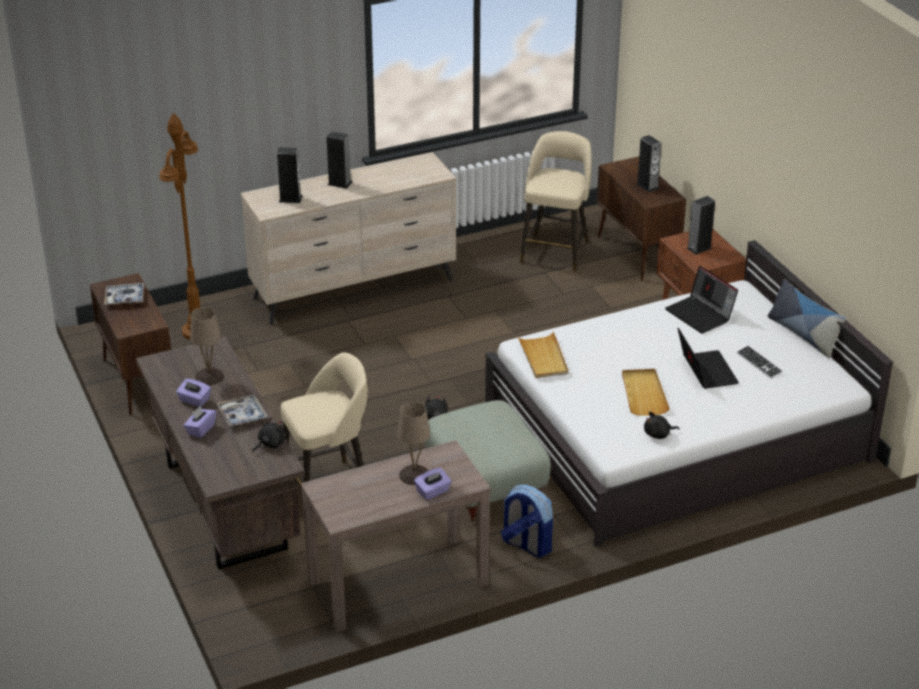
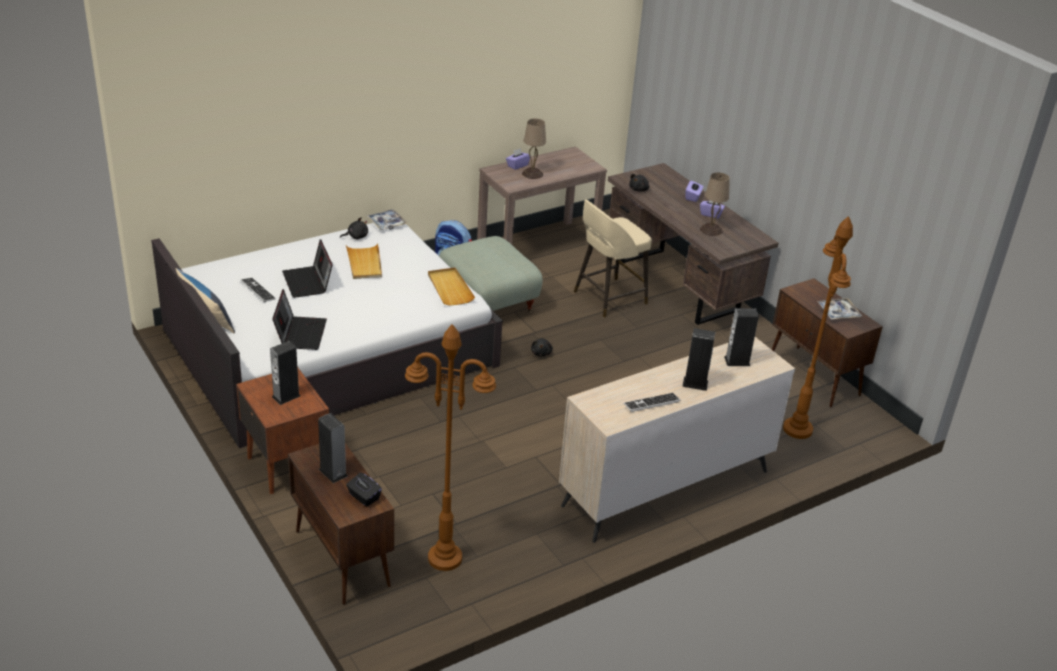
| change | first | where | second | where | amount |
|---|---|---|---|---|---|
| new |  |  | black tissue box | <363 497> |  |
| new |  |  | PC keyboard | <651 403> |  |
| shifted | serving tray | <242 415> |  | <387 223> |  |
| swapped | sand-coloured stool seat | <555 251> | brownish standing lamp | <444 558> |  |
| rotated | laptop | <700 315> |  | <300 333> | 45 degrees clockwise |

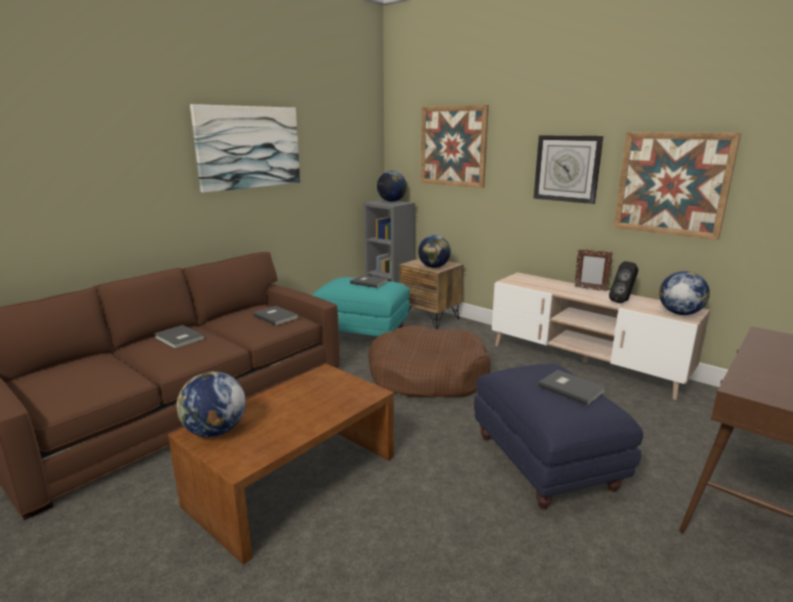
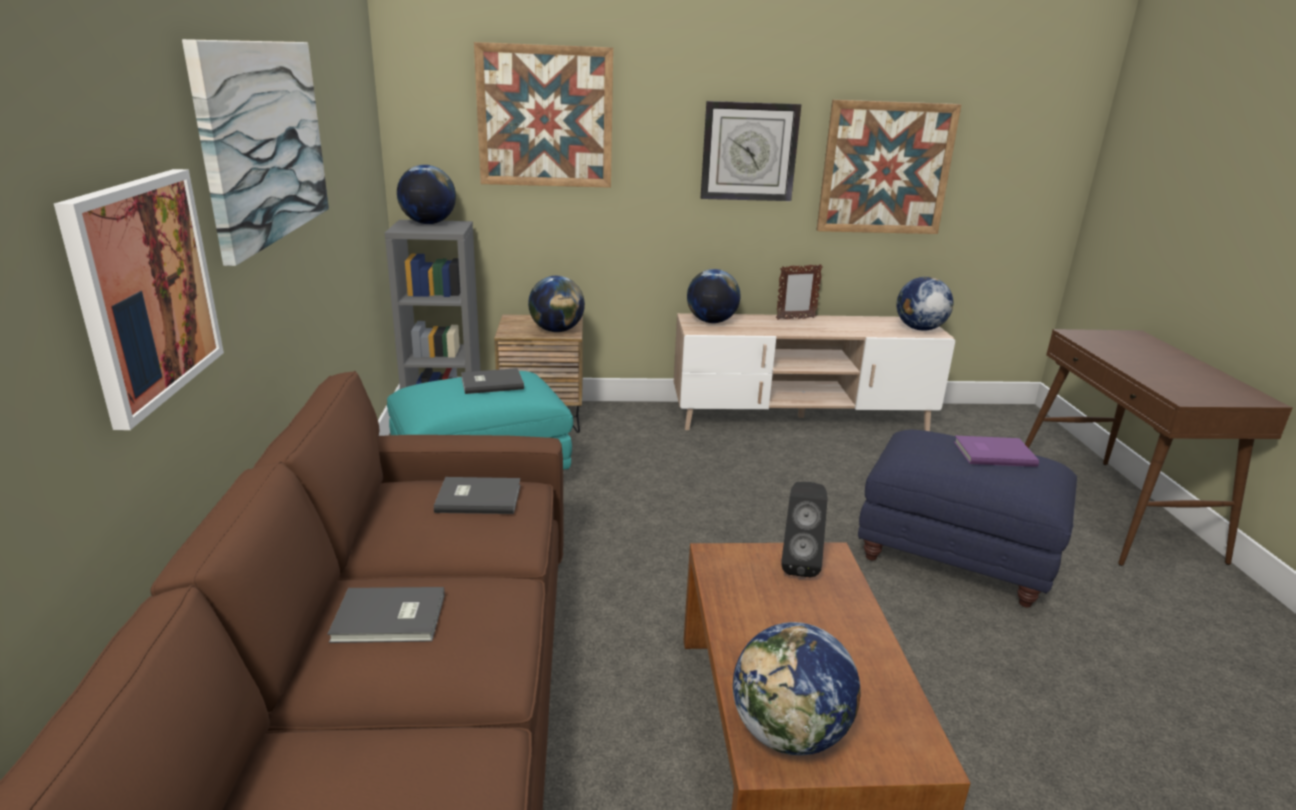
| change | first | where | second | where | amount |
|---|---|---|---|---|---|
| gone | brownish dog cushion | <428 376> |  |  |  |
| new |  |  | picture | <145 291> |  |
| new |  |  | world globe | <711 321> |  |
| shifted | black speaker | <623 301> |  | <799 564> |  |
| repainted | grey bound book | <571 388> | purple bound book | <992 453> |  |

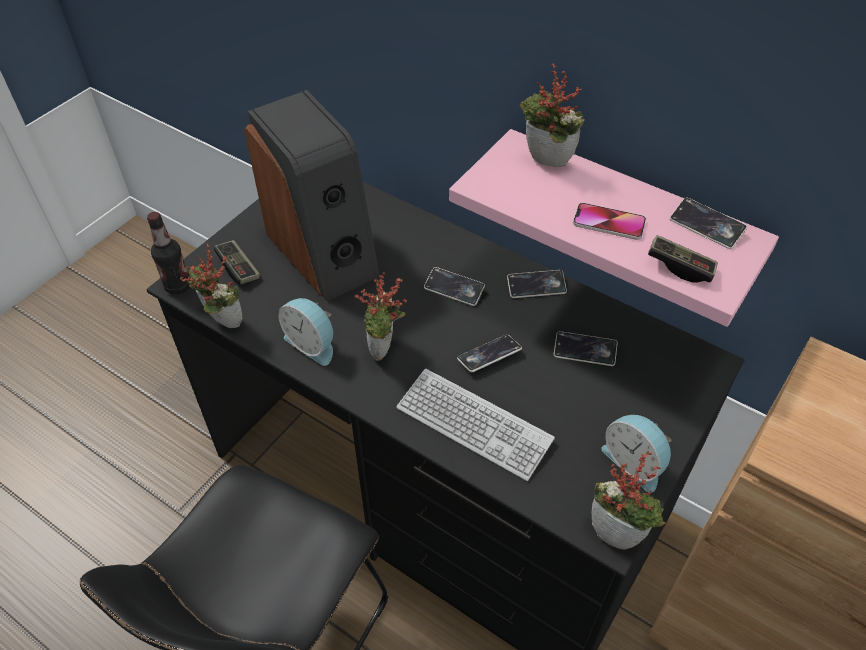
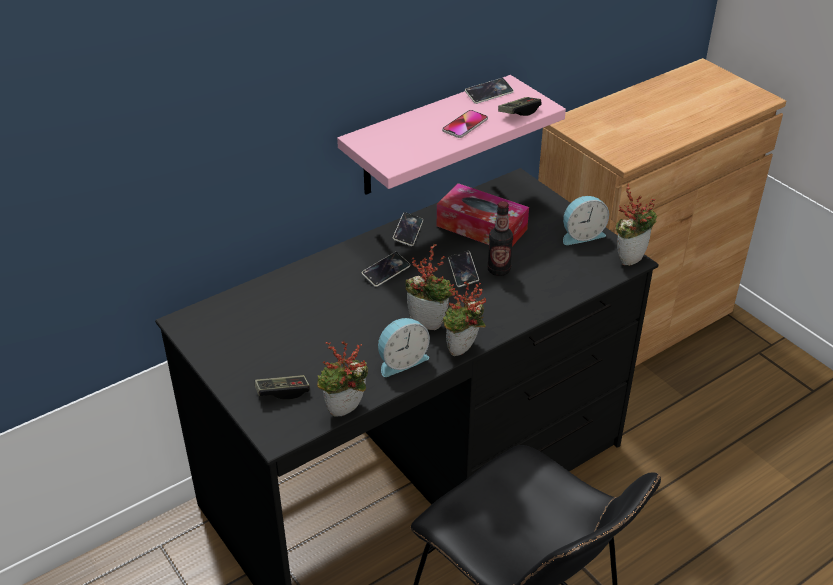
| change | first | where | second | where | amount |
|---|---|---|---|---|---|
| gone | speaker | <324 252> |  |  |  |
| gone | PC keyboard | <473 424> |  |  |  |
| shifted | drink bottle | <178 286> |  | <498 270> |  |
| shifted | plant in a pot | <545 164> |  | <463 352> |  |
| swapped | phone | <584 351> | tissue box | <481 228> |  |

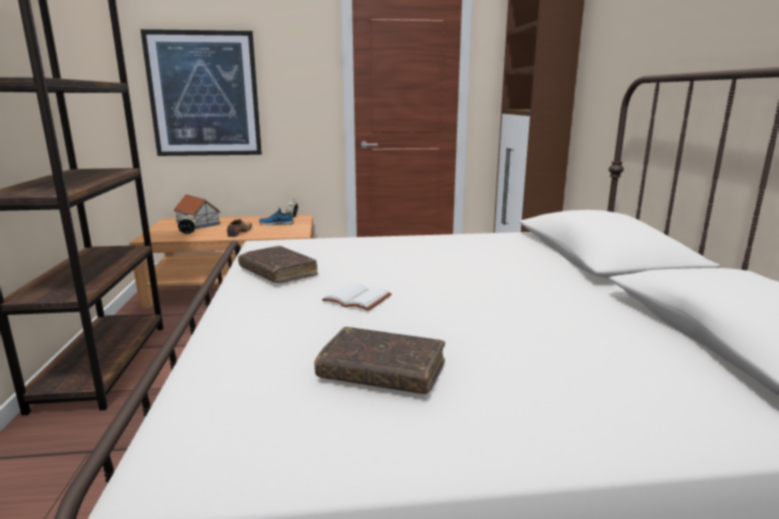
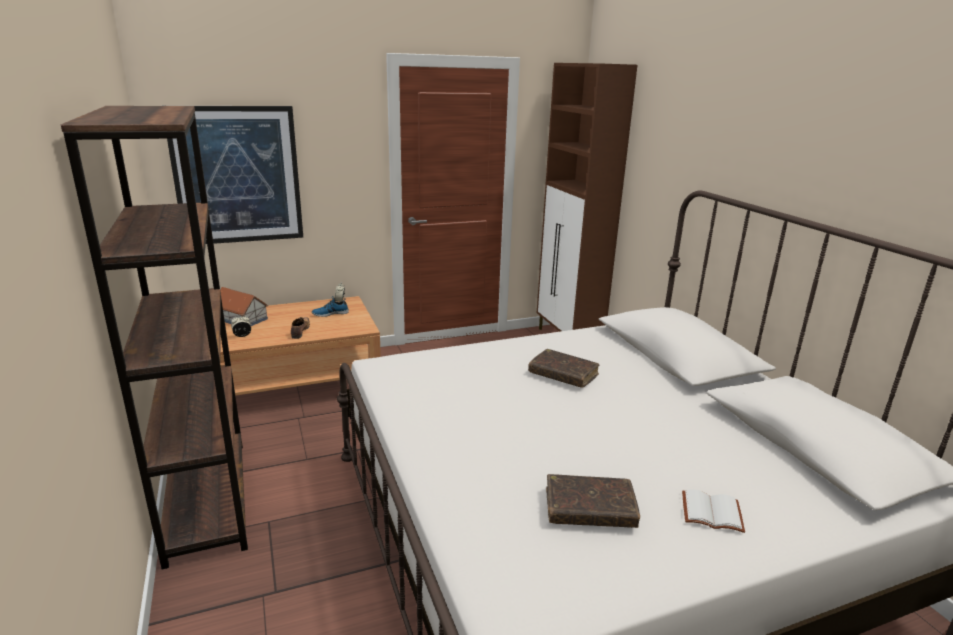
| change | first | where | second | where | amount |
|---|---|---|---|---|---|
| shifted | brownish bound book | <278 272> |  | <563 375> |  |
| shifted | whitish bound book | <359 299> |  | <712 511> |  |

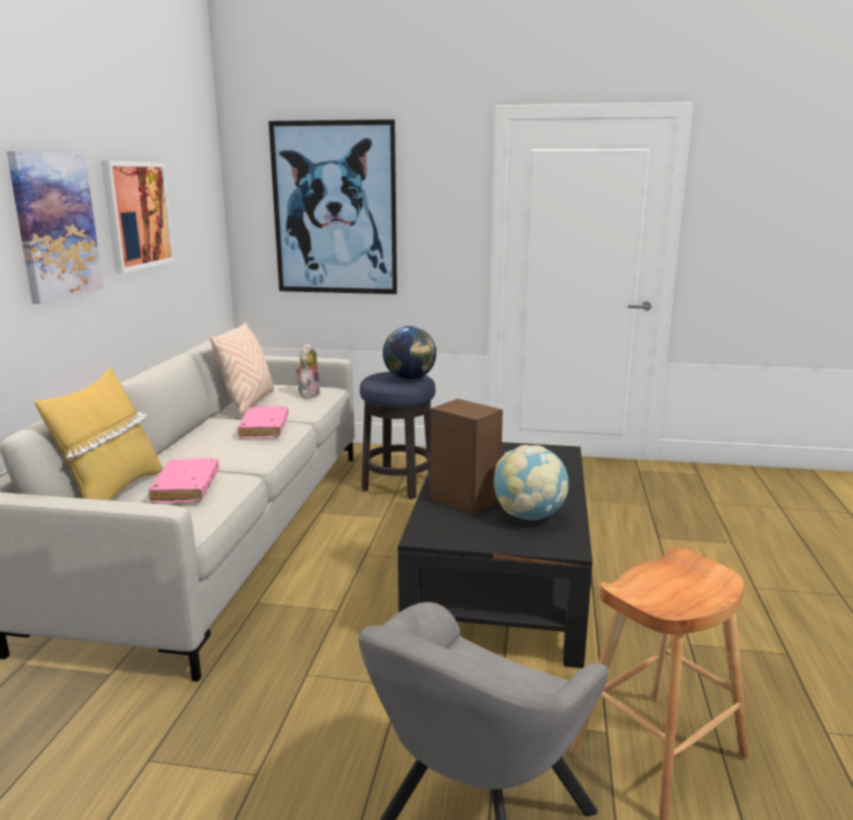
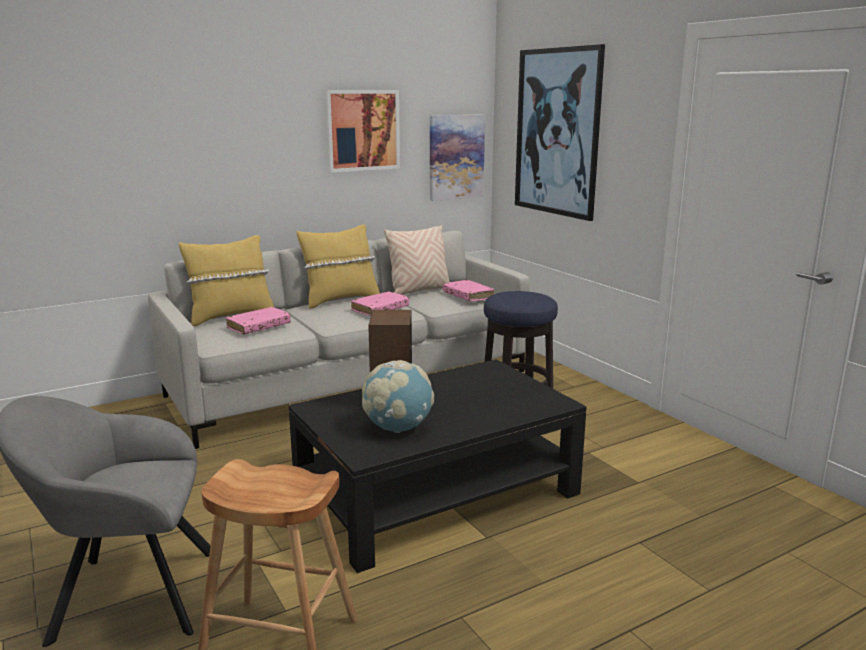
| change | first | where | second | where | amount |
|---|---|---|---|---|---|
| gone | world globe | <409 379> |  |  |  |
| new |  |  | yellowish cushion | <340 300> |  |
| shifted | picture | <55 226> |  | <456 157> |  |
| swapped | plush toy | <308 394> | pink-coloured bound book | <468 296> |  |

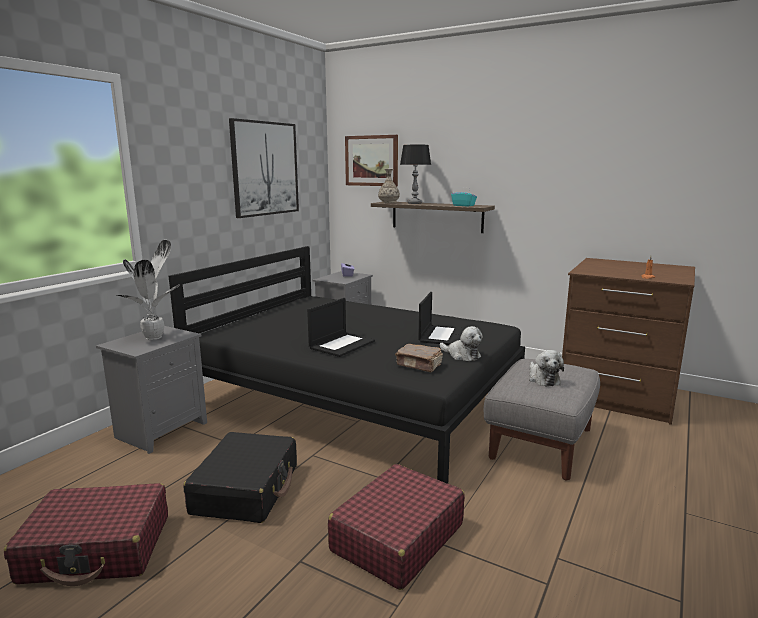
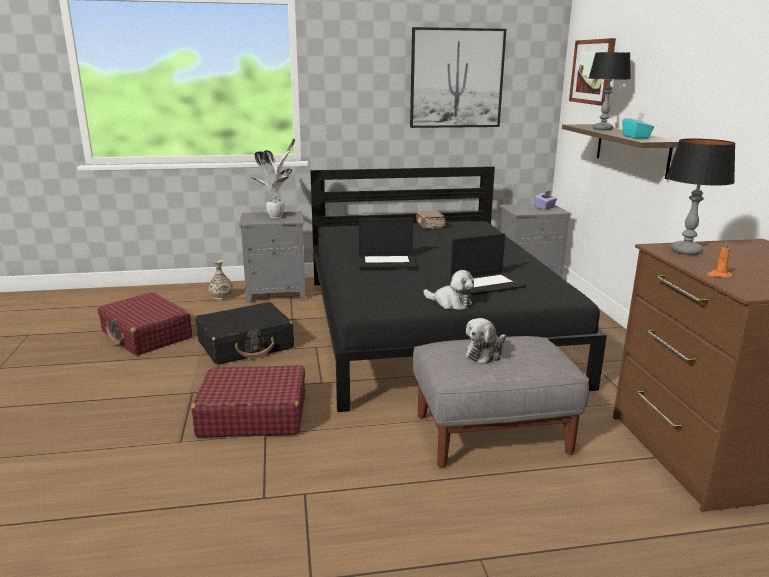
| change | first | where | second | where | amount |
|---|---|---|---|---|---|
| new |  |  | tabletop lamp | <686 251> |  |
| shifted | vase | <389 202> |  | <221 296> |  |
| shifted | brownish bound book | <419 365> |  | <430 225> |  |
| rotated | plush toy | <462 355> |  | <450 303> | 60 degrees counterclockwise |

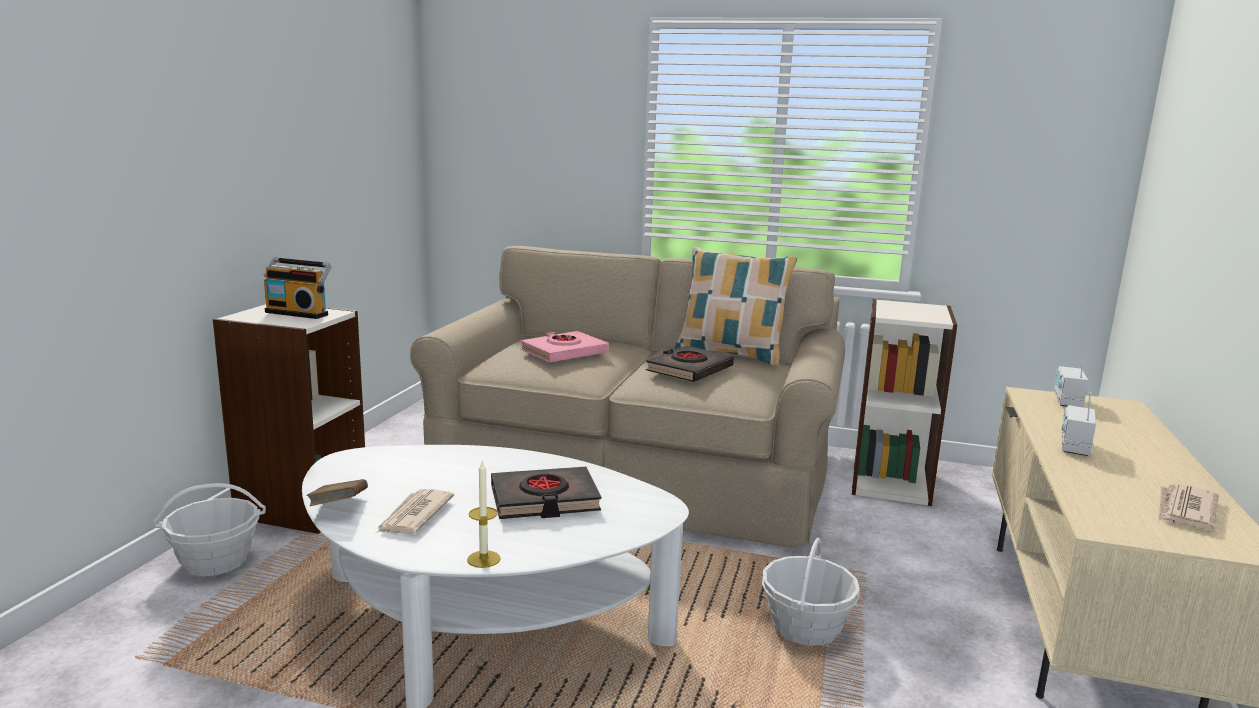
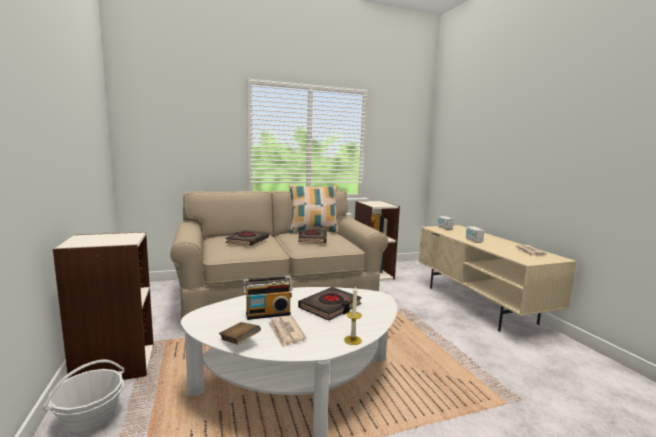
| change | first | where | second | where | amount |
|---|---|---|---|---|---|
| gone | household basket | <805 628> |  |  |  |
| shifted | radio set | <299 313> |  | <268 313> |  |
| repainted | pink-coloured bound book | <564 352> | black bound book | <247 241> |  |

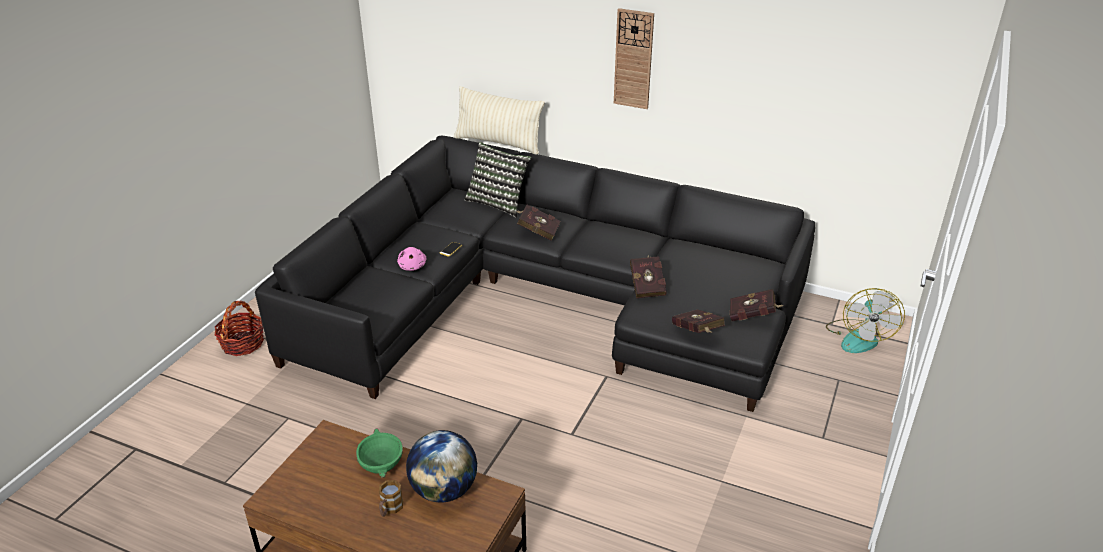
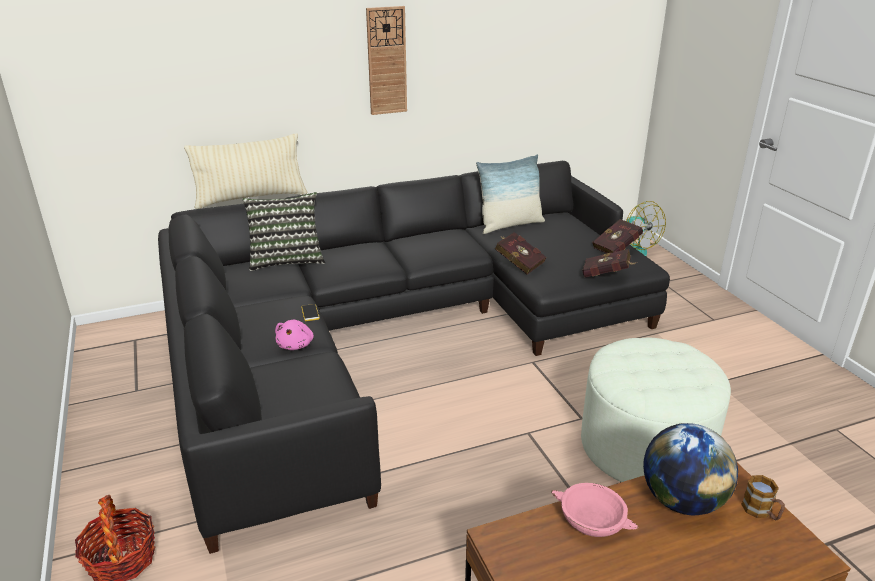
| change | first | where | second | where | amount |
|---|---|---|---|---|---|
| gone | reddish bound book | <537 231> |  |  |  |
| new |  |  | cushion | <510 225> |  |
| new |  |  | whitish footrest | <645 447> |  |
| shifted | coffee mug | <390 509> |  | <761 512> |  |
| repainted | green-coloured bowl | <381 462> | pink-coloured bowl | <592 521> |  |
| rotated | pink-coloured plush toy | <412 266> |  | <296 345> | 60 degrees clockwise |

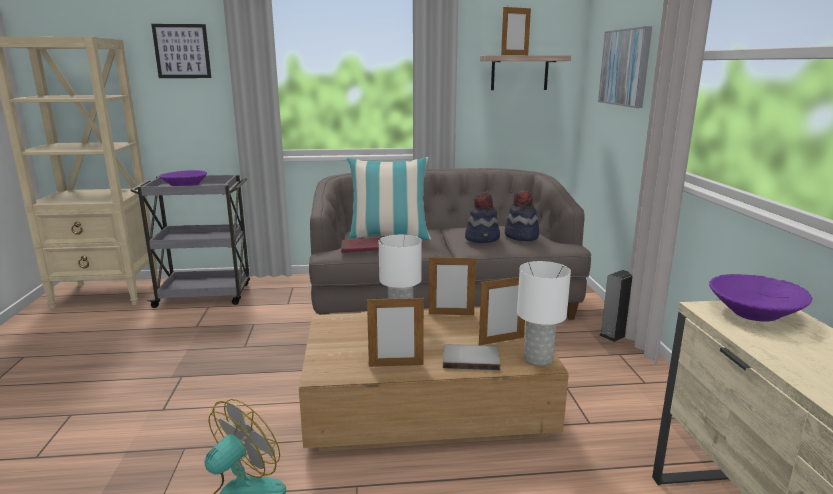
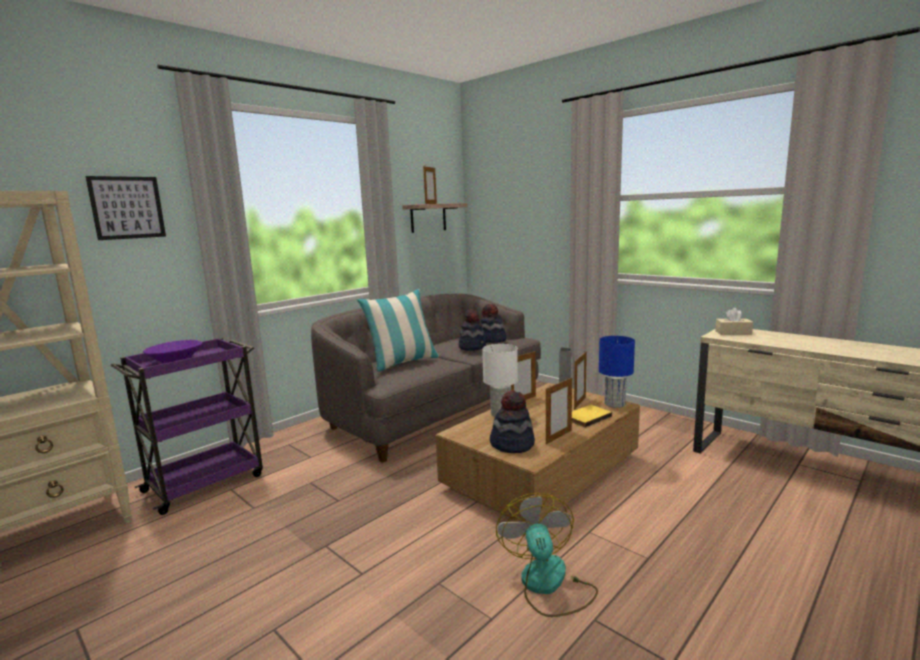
| change | first | where | second | where | amount |
|---|---|---|---|---|---|
| gone | reddish bound book | <362 248> |  |  |  |
| gone | picture | <625 67> |  |  |  |
| new |  |  | clothing hat | <512 444> |  |
| swapped | purple bowl | <754 314> | sand-coloured tissue box | <733 333> |  |
| repainted | grey wheeled cart | <205 295> | purple wheeled cart | <206 482> |  |
| repainted | grey bound book | <470 359> | yellowish bound book | <586 417> |  |
| repainted | whitish tabletop lamp | <539 359> | blue-coloured tabletop lamp | <615 404> |  |

